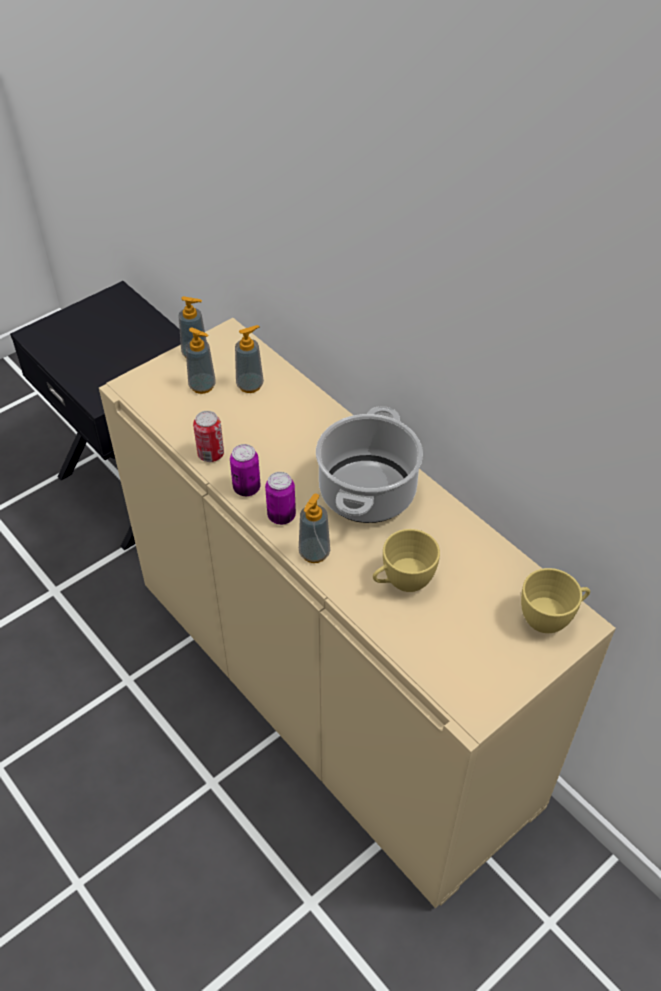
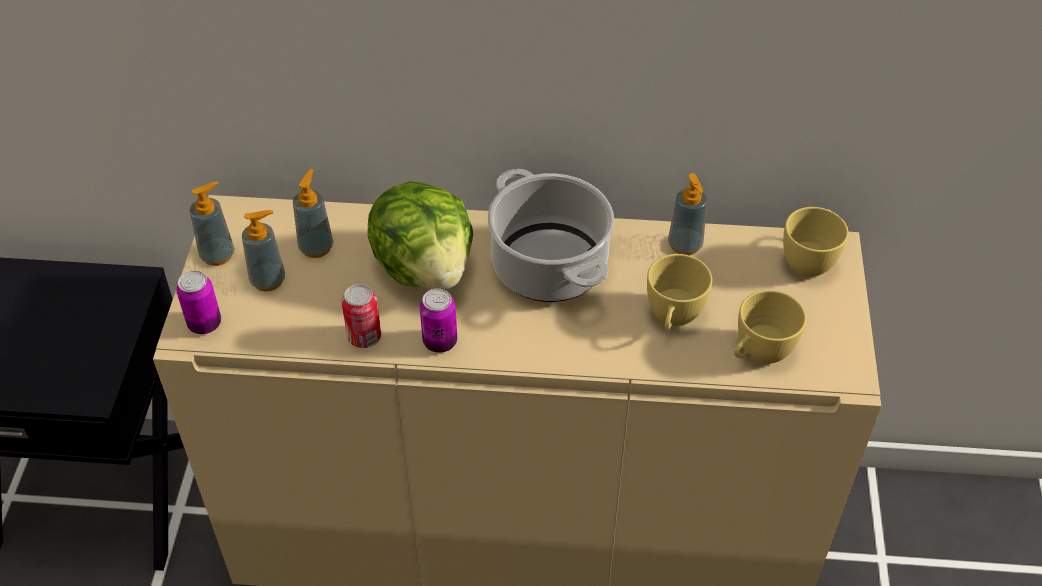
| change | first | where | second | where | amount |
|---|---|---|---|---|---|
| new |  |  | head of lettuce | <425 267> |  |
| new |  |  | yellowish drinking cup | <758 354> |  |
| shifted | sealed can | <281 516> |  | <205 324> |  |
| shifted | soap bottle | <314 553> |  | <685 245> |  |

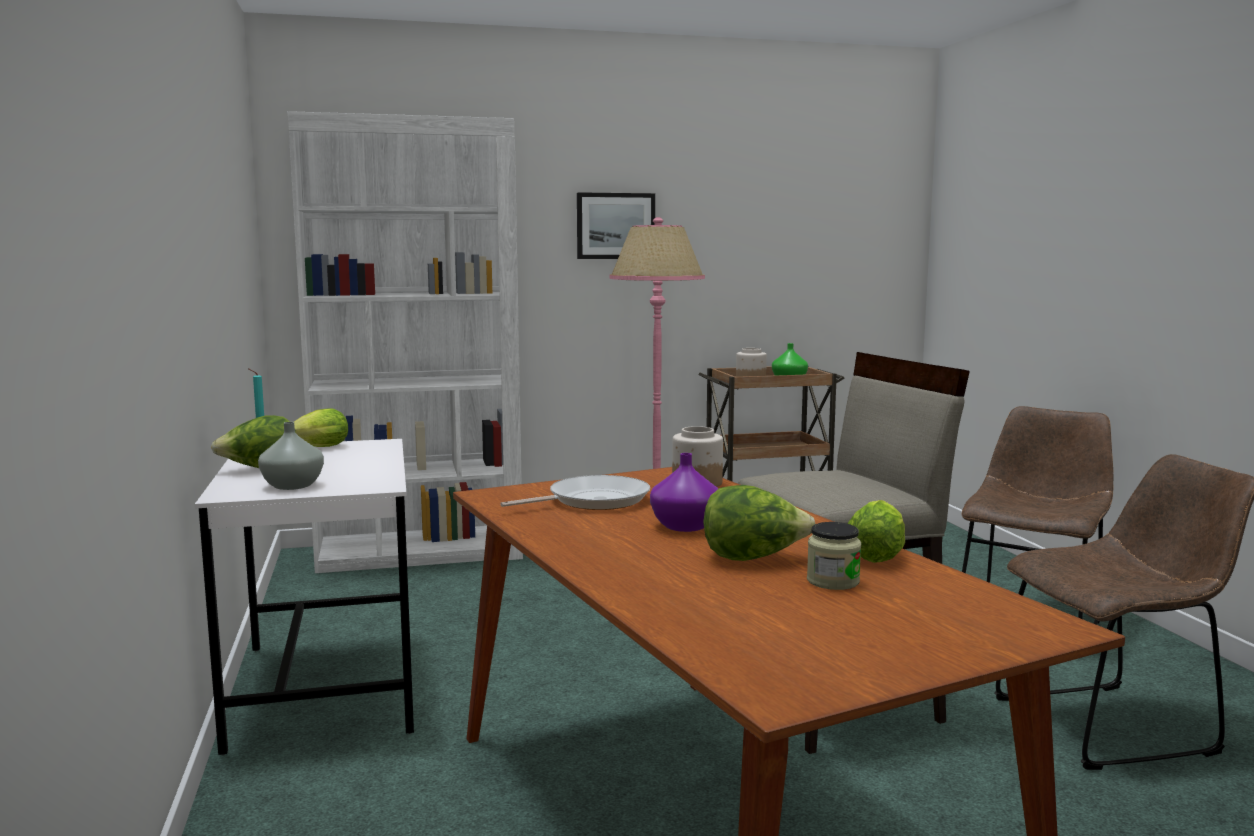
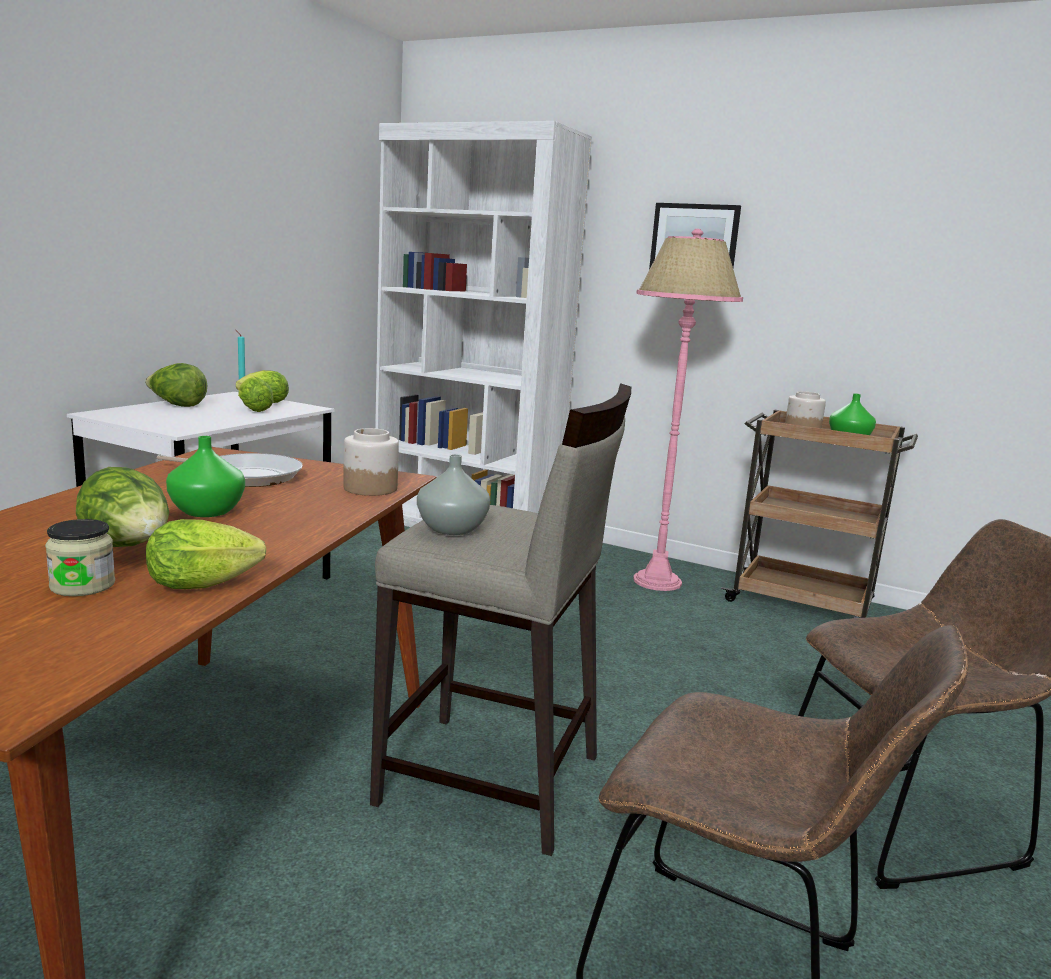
| change | first | where | second | where | amount |
|---|---|---|---|---|---|
| new |  |  | head of lettuce | <253 409> |  |
| shifted | grey vase | <291 486> |  | <450 529> |  |
| repainted | purple vase | <684 526> | green-coloured vase | <205 511> |  |

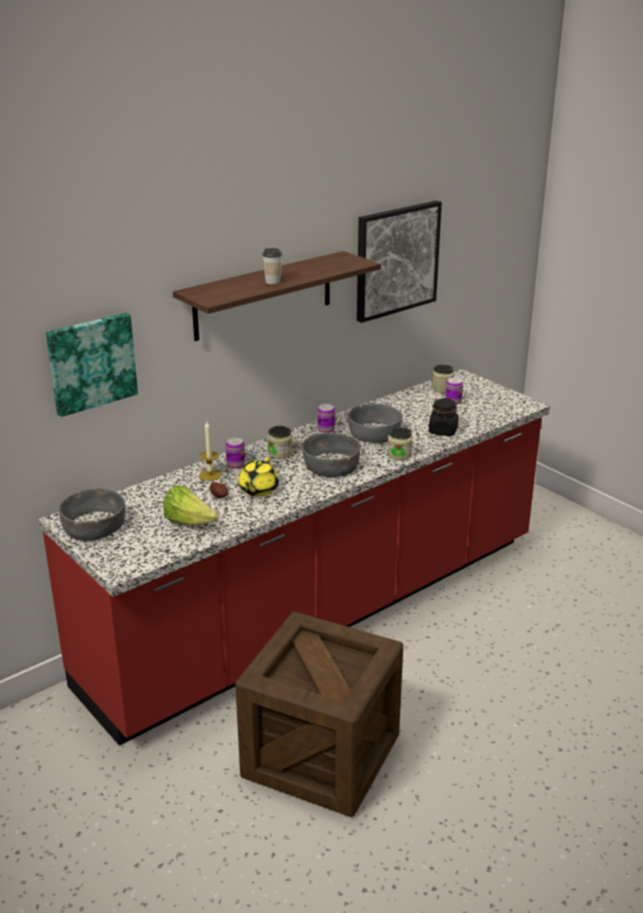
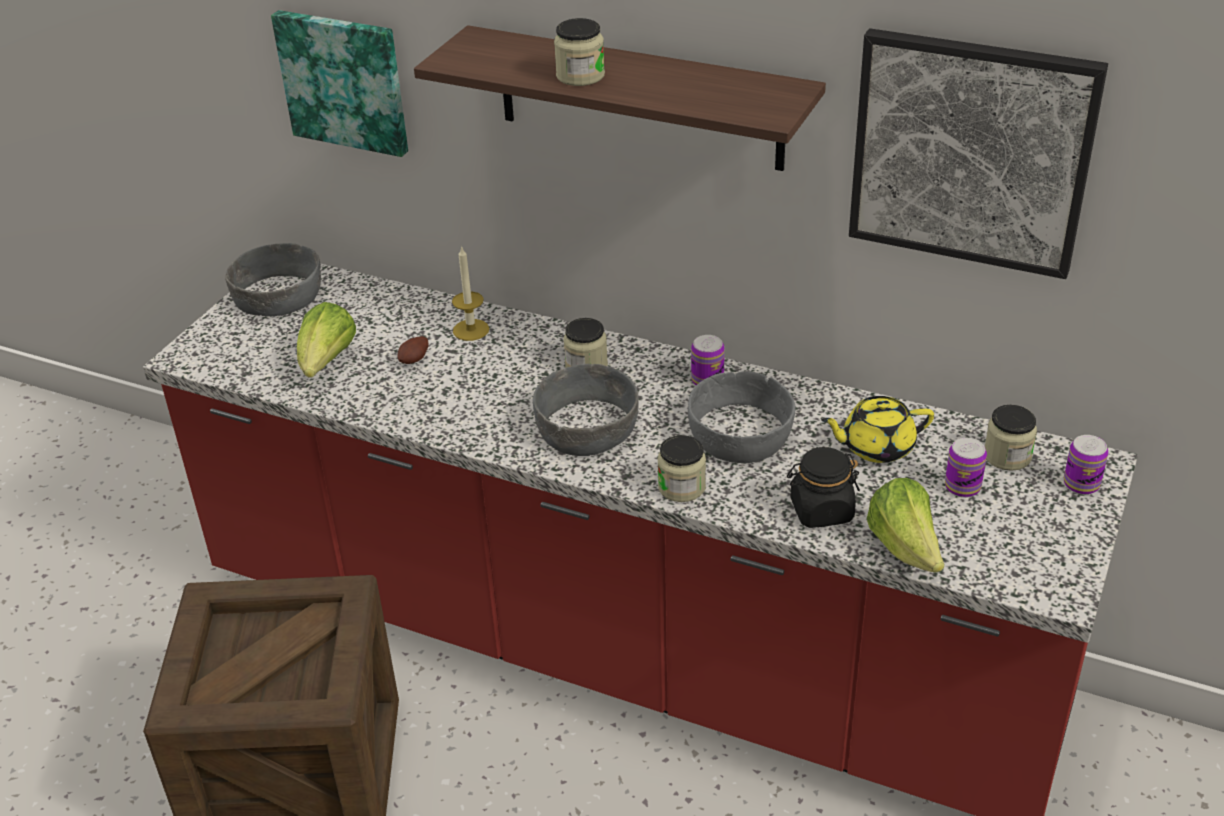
| change | first | where | second | where | amount |
|---|---|---|---|---|---|
| new |  |  | head of lettuce | <905 549> |  |
| shifted | sealed can | <236 464> |  | <1081 484> |  |
| shifted | yellowish tea pot | <258 490> |  | <876 447> |  |
| swapped | drinking cup | <273 281> | jar | <580 76> |  |

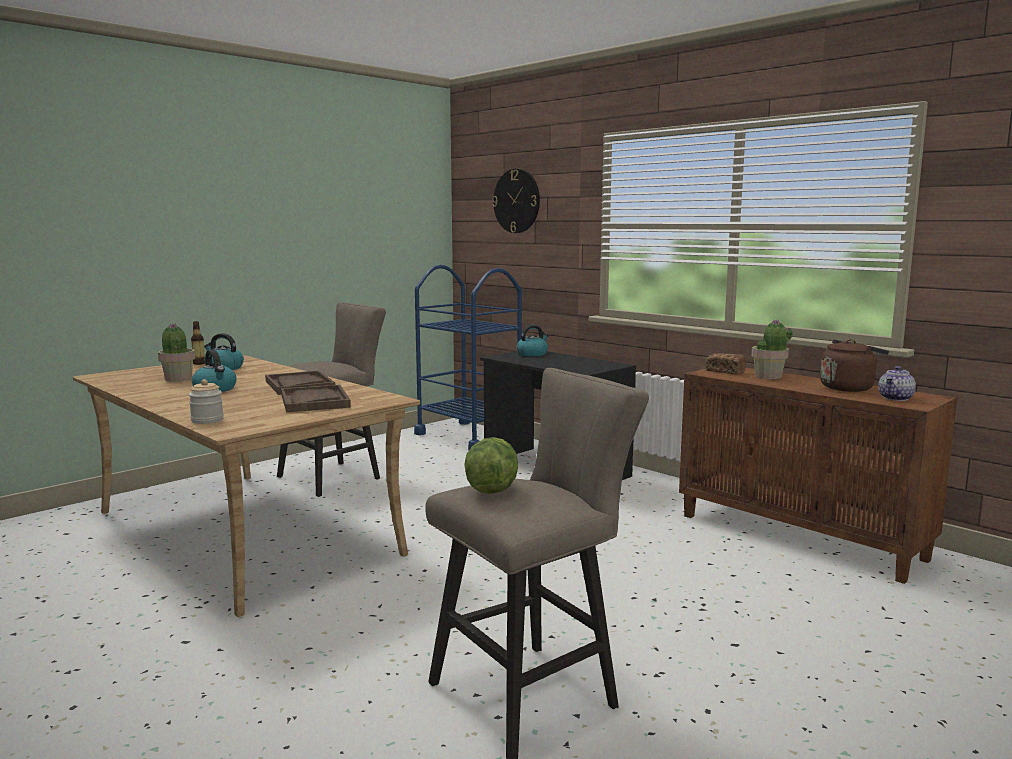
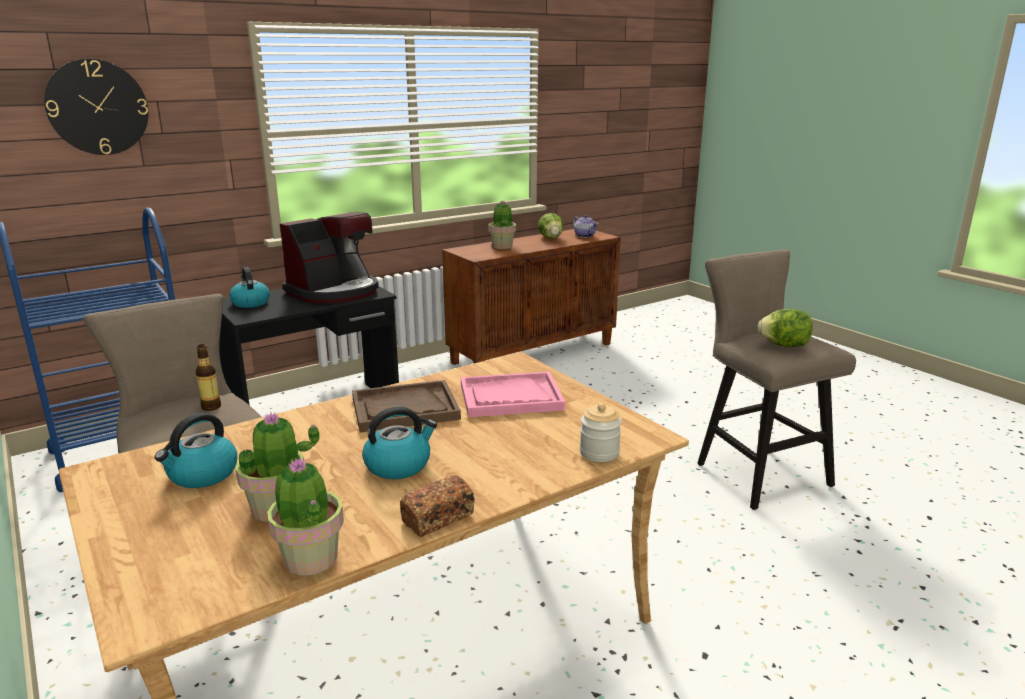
| change | first | where | second | where | amount |
|---|---|---|---|---|---|
| new |  |  | plant in a pot | <310 559> |  |
| new |  |  | coffee machine | <334 291> |  |
| shifted | drink bottle | <199 363> |  | <211 407> |  |
| shifted | baked bread | <725 371> |  | <438 518> |  |
| swapped | brownish tea kettle | <848 388> | head of lettuce | <551 238> |  |
| repainted | brownish serving tray | <314 401> | pink-coloured serving tray | <510 397> |  |

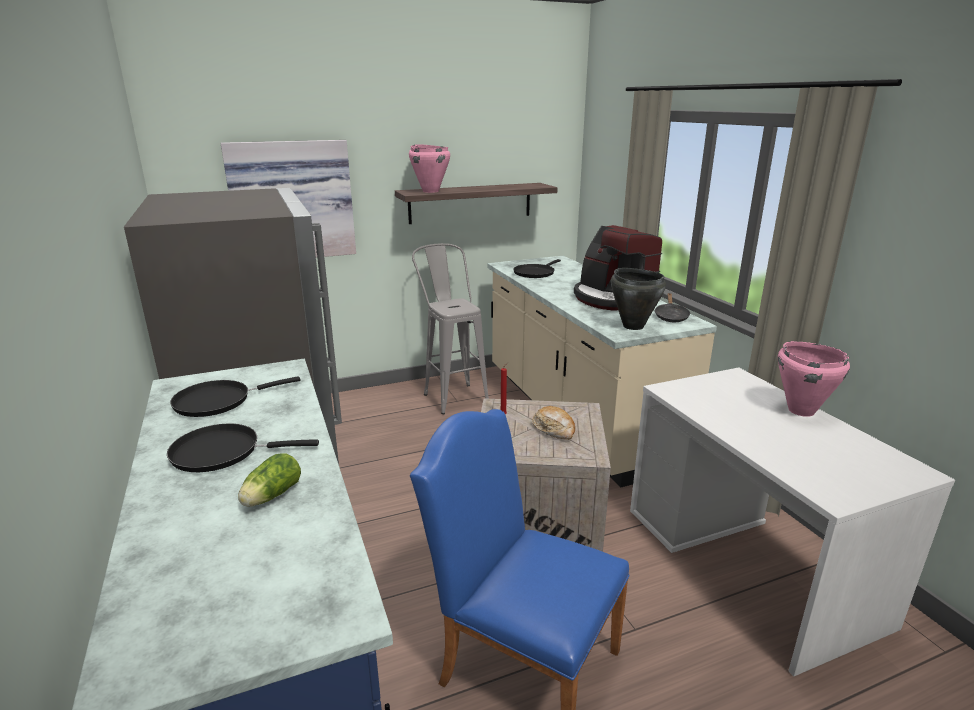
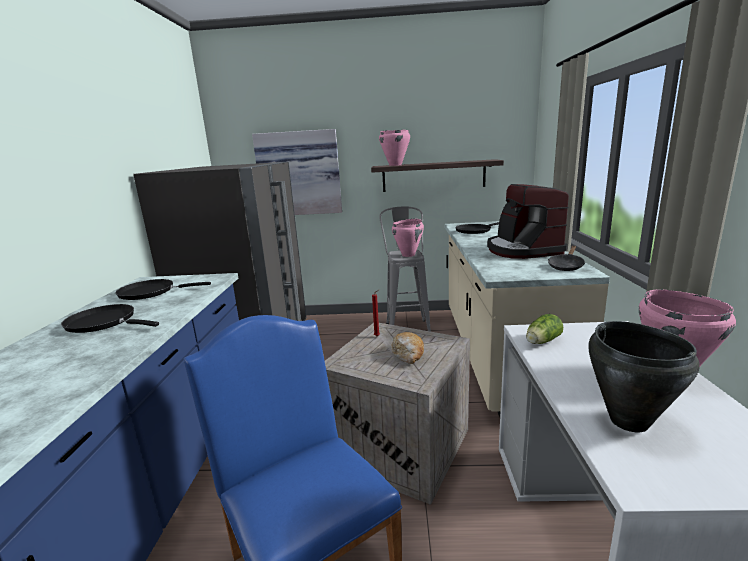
| change | first | where | second | where | amount |
|---|---|---|---|---|---|
| new |  |  | pink-coloured cooking pot | <408 255> |  |
| shifted | head of lettuce | <270 496> |  | <541 341> |  |
| shifted | black cooking pot | <633 326> |  | <628 420> |  |

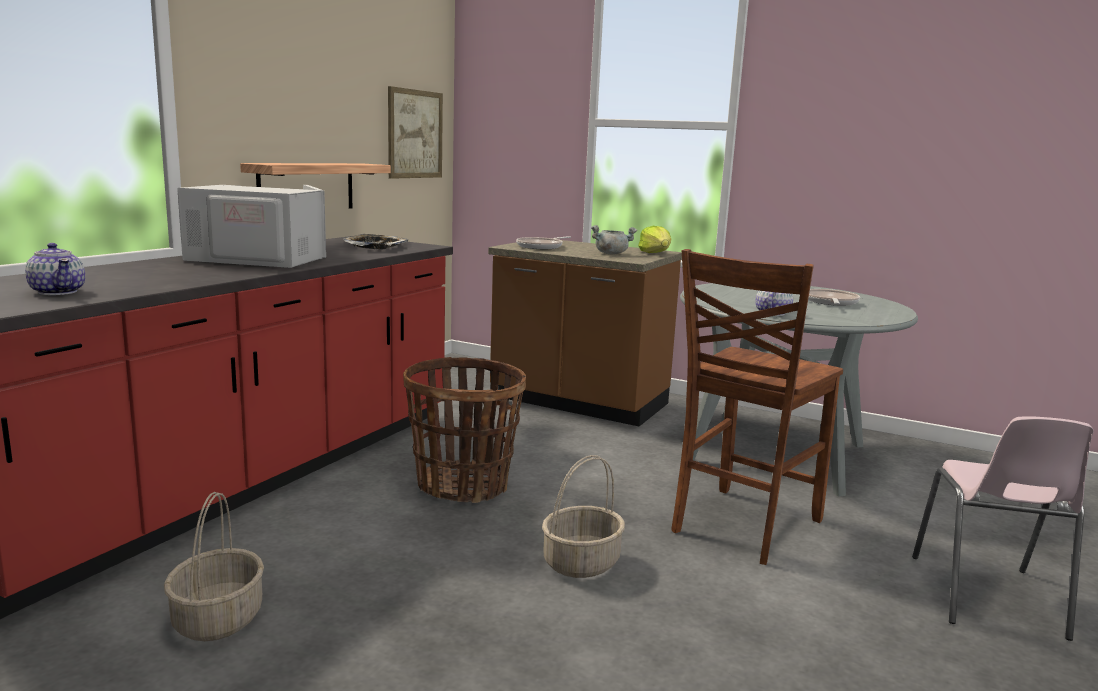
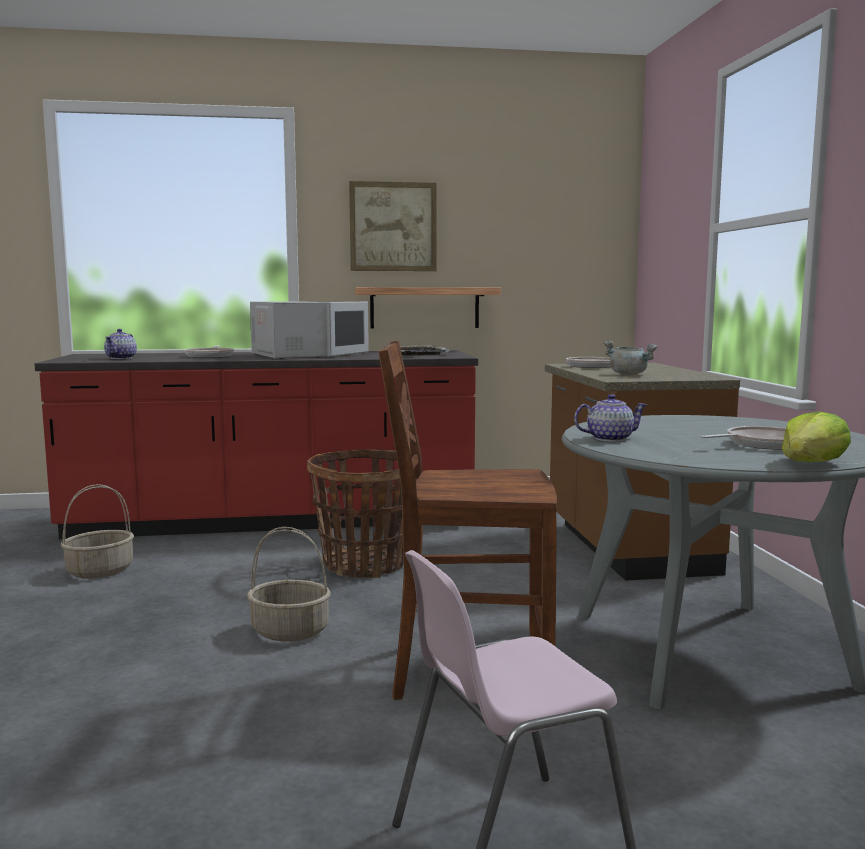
| change | first | where | second | where | amount |
|---|---|---|---|---|---|
| new |  |  | frying pan | <210 356> |  |
| shifted | picture | <415 134> |  | <393 227> |  |
| shifted | head of lettuce | <655 253> |  | <811 463> |  |

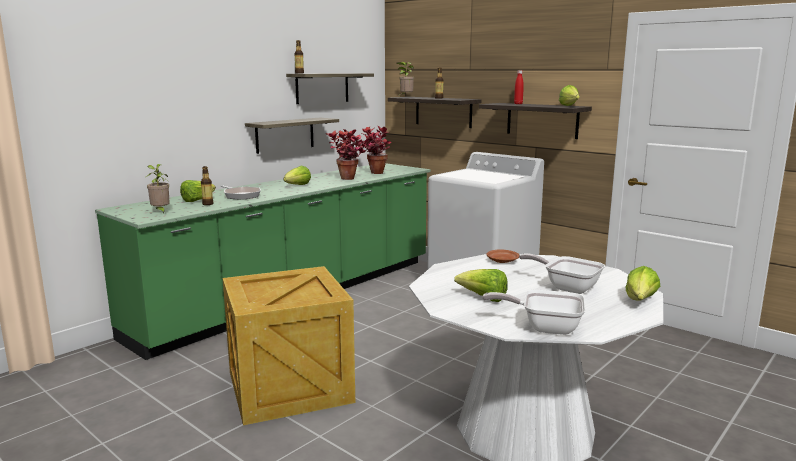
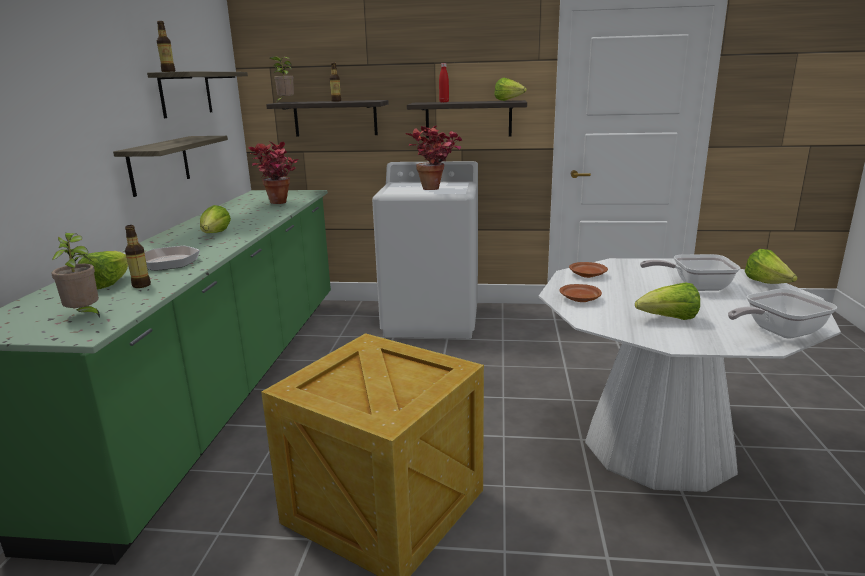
| change | first | where | second | where | amount |
|---|---|---|---|---|---|
| new |  |  | brownish plate | <579 299> |  |
| shifted | plant in a pot | <349 180> |  | <436 189> |  |

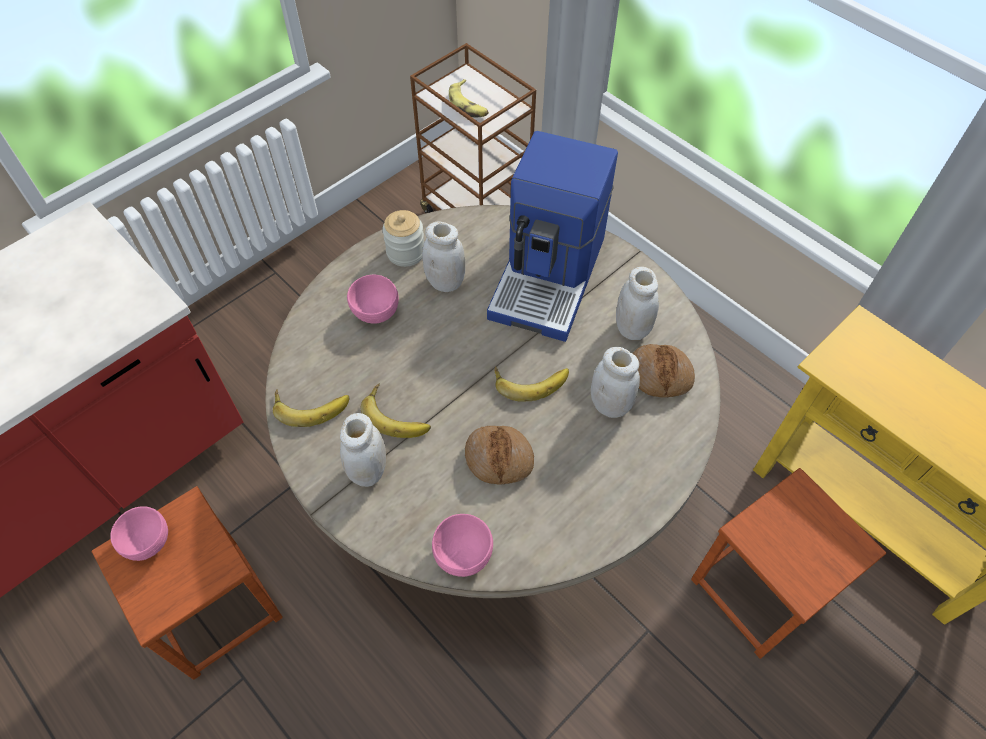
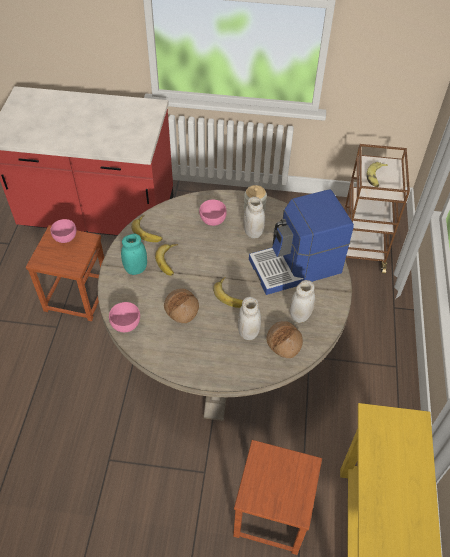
| change | first | where | second | where | amount |
|---|---|---|---|---|---|
| repainted | whitish jar | <368 471> | turquoise-coloured jar | <136 269> |  |

